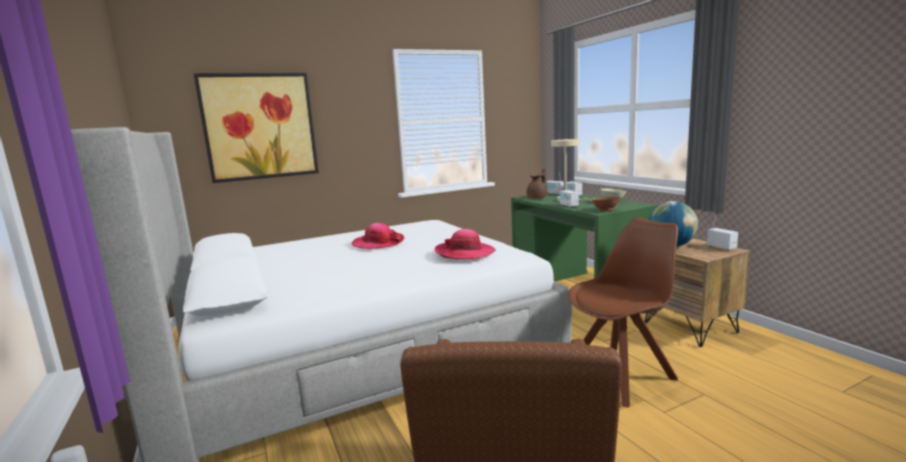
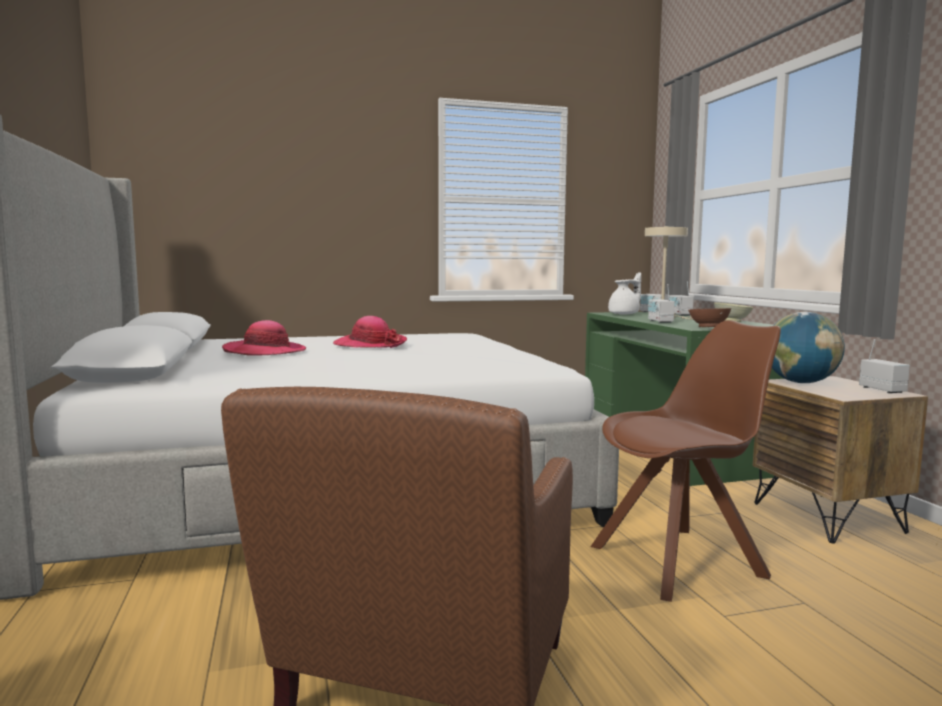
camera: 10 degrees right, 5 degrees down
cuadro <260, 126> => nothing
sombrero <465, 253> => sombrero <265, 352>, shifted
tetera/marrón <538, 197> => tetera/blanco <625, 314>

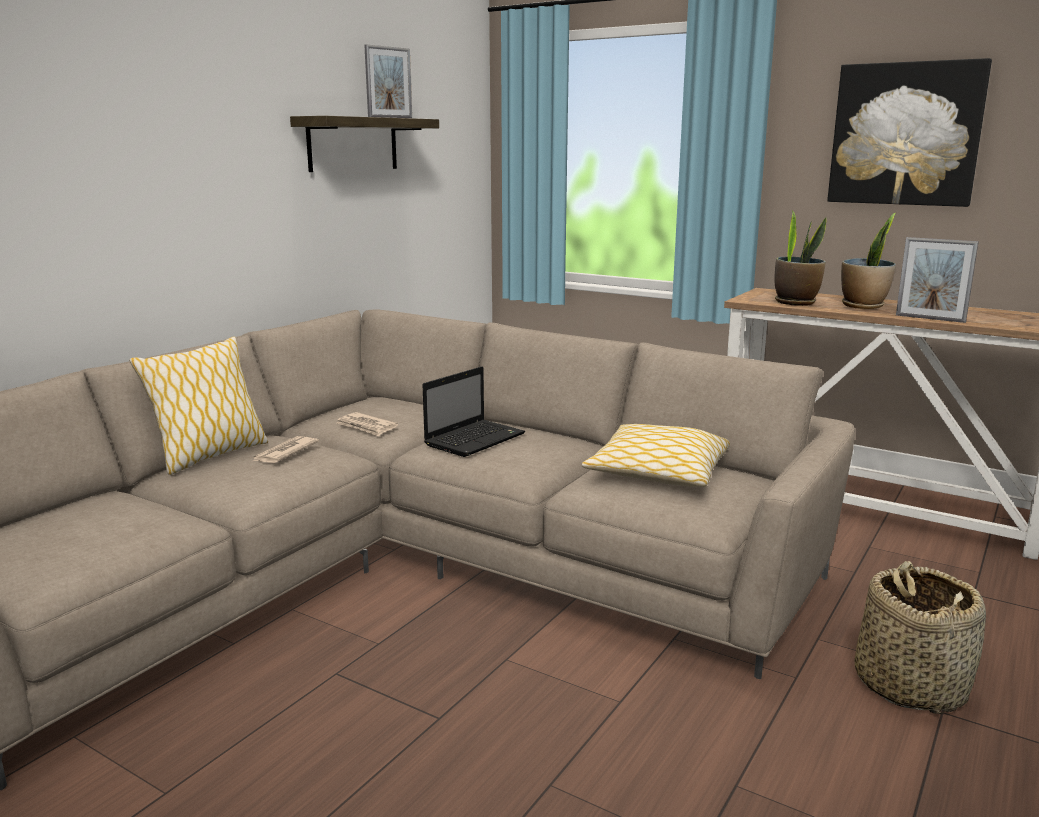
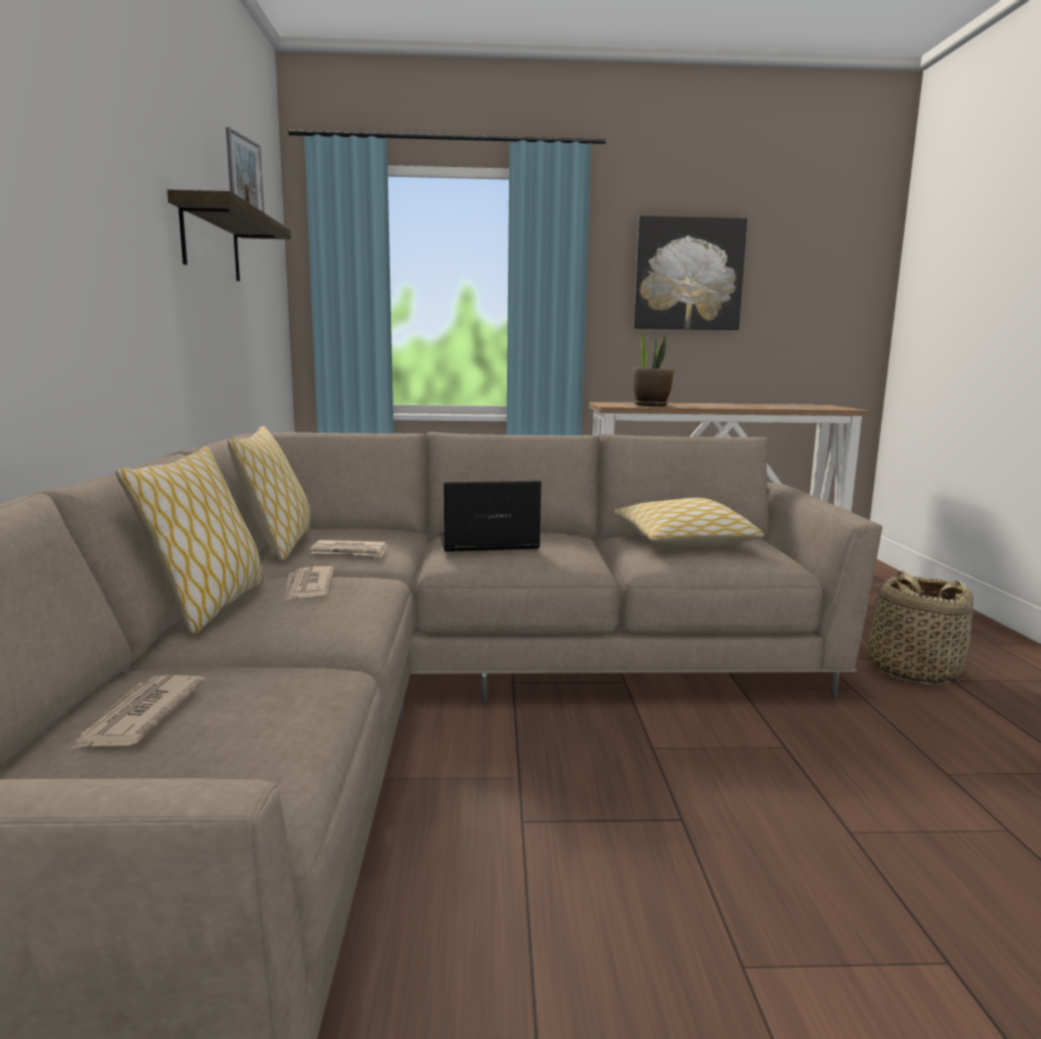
camera: 35 degrees left, 5 degrees down
portátil <476, 439> => portátil <486, 544>, 105 degrees counterclockwise
planta en maceta <863, 306> => nothing
portarretratos <930, 318> => nothing
nothing => periódico <139, 716>
nothing => cojín <278, 546>

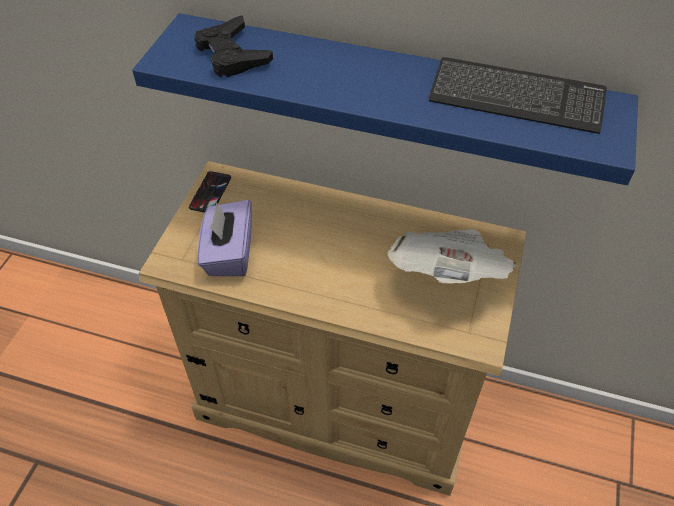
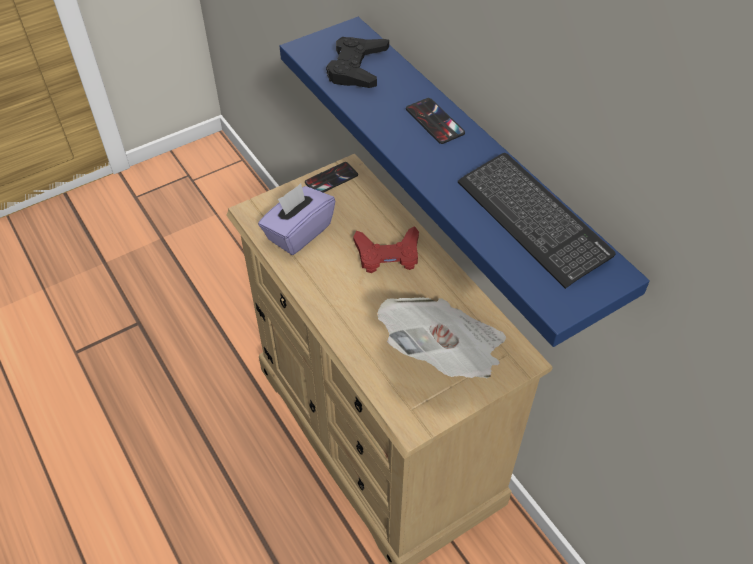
camera: 40 degrees right, 0 degrees up
nothing => mando de consola/rojo <388, 254>
nothing => móvil <434, 121>

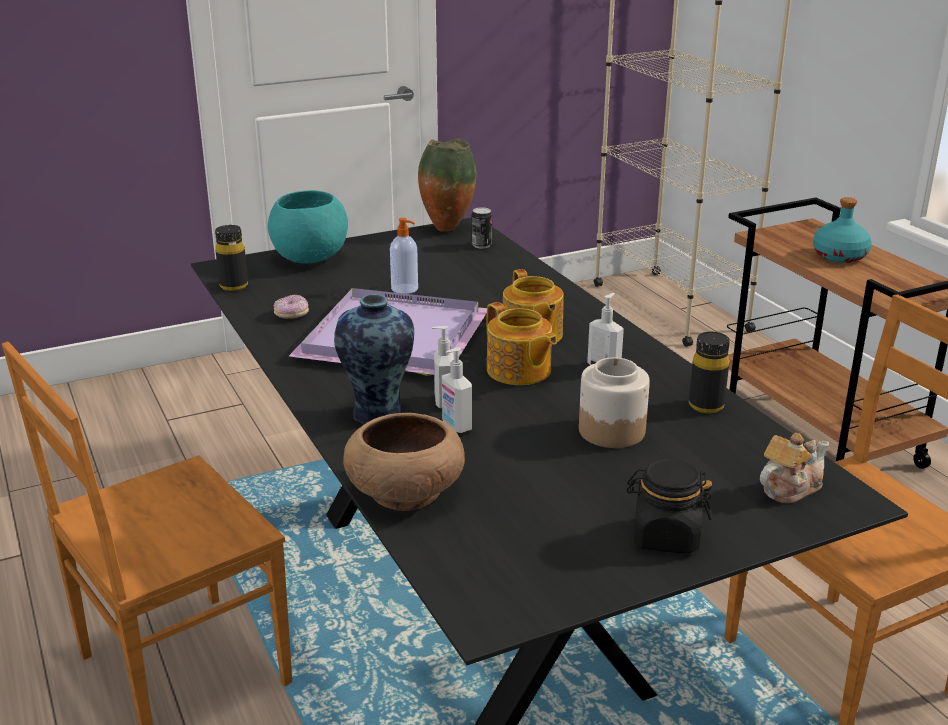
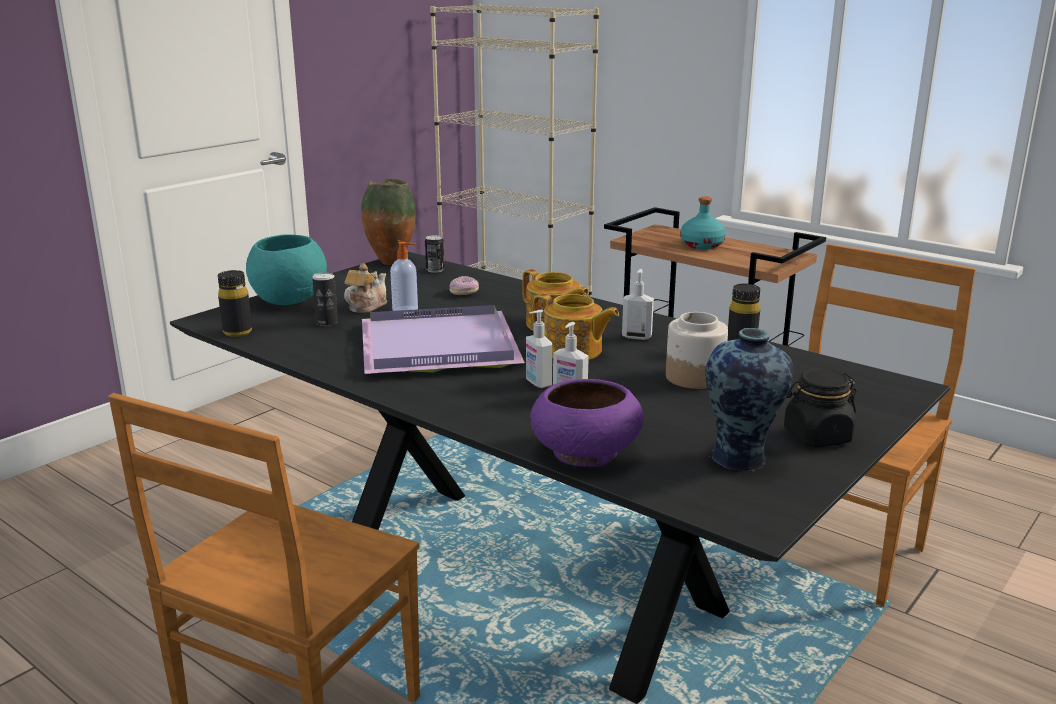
camera: 25 degrees left, 5 degrees down
rosquilla <292, 315> => rosquilla <464, 293>, shifted
florero <378, 415> => florero <741, 460>, shifted
cuenco/marrón <404, 492> => cuenco/morado <584, 453>
tetera <789, 488> => tetera <366, 306>, shifted
nothing => lata <327, 322>

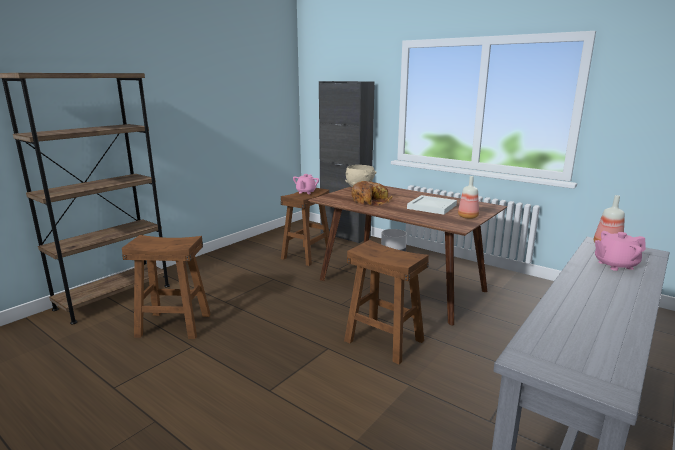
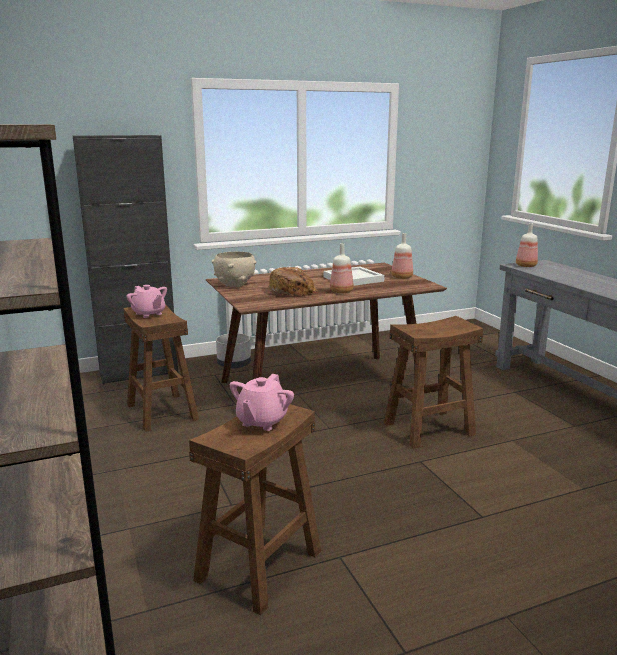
camera: 60 degrees left, 0 degrees up
tetera/rosa <615, 265> => tetera/rosa <261, 421>, shifted
nothing => botella <342, 291>

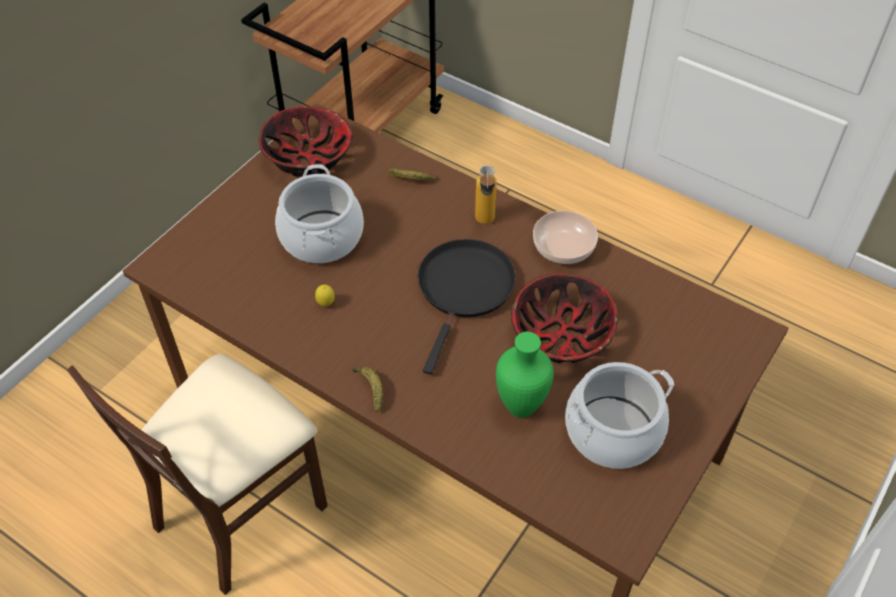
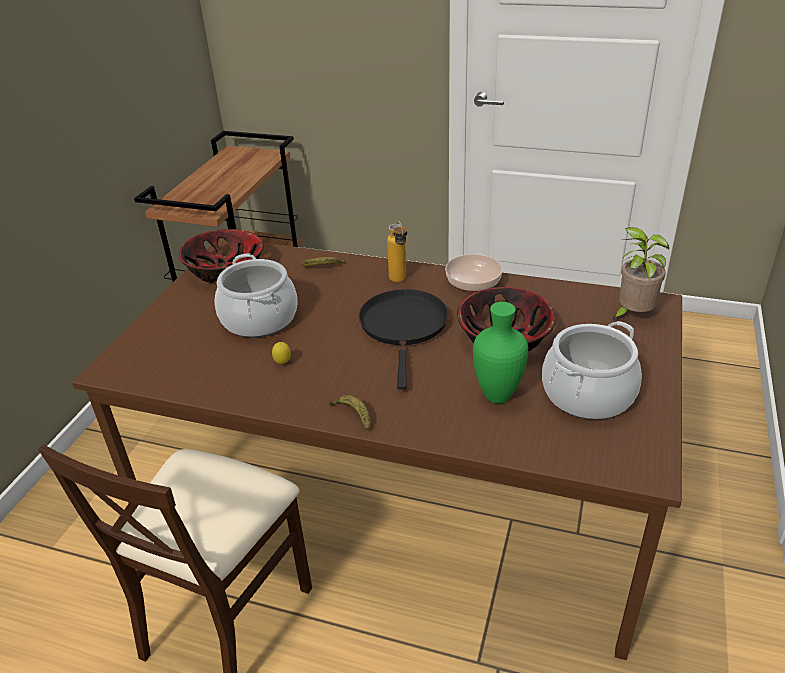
camera: 15 degrees left, 15 degrees down
nothing => planta en maceta <632, 315>

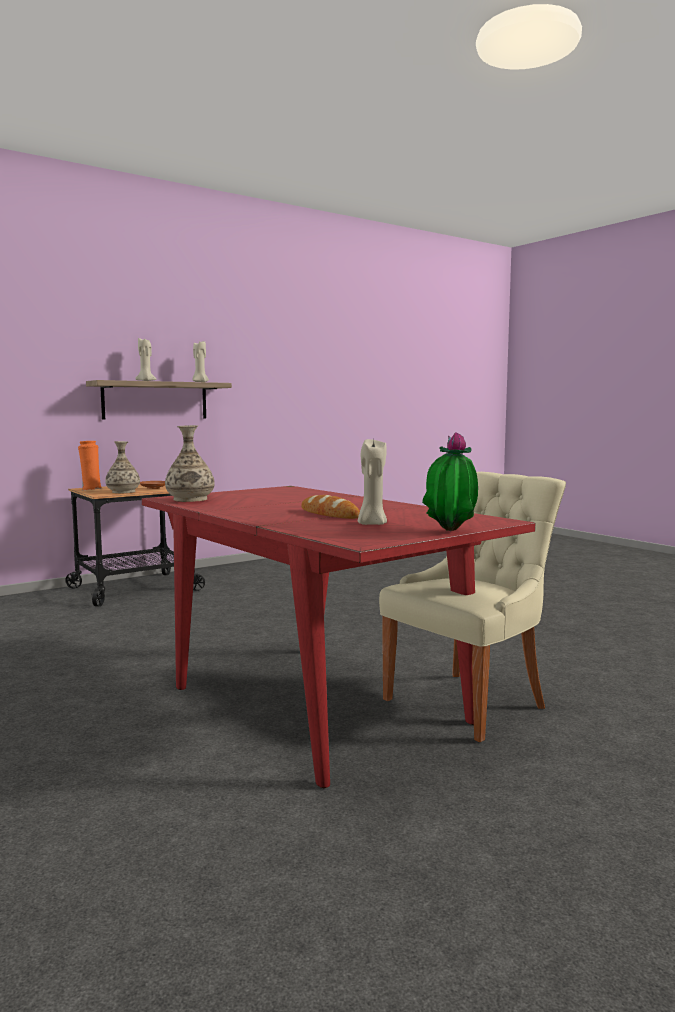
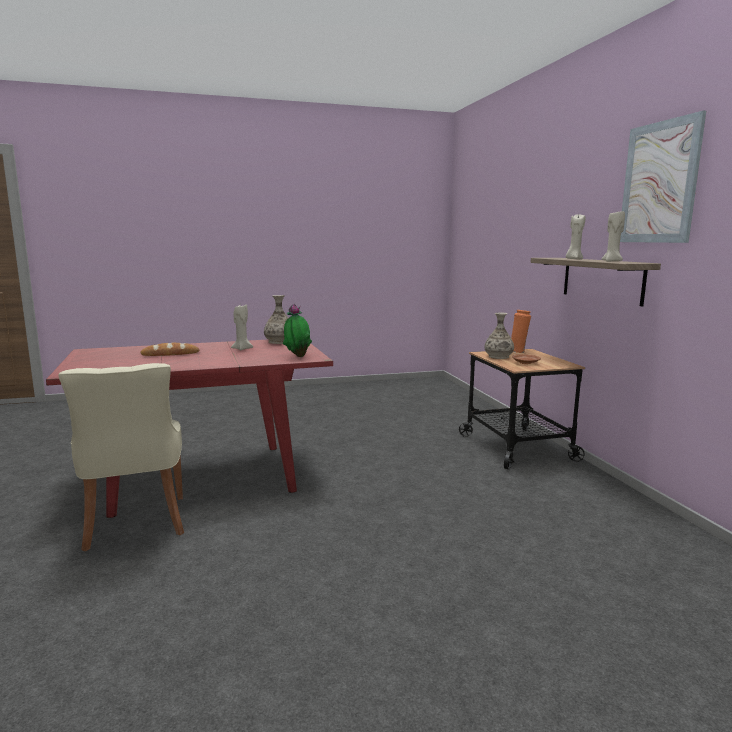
camera: 110 degrees right, 5 degrees up
vela/beis <371, 524> => vela/beis <242, 349>, shifted
planta en maceta <450, 532> => planta en maceta <297, 356>, shifted
nothing => cuadro <659, 183>

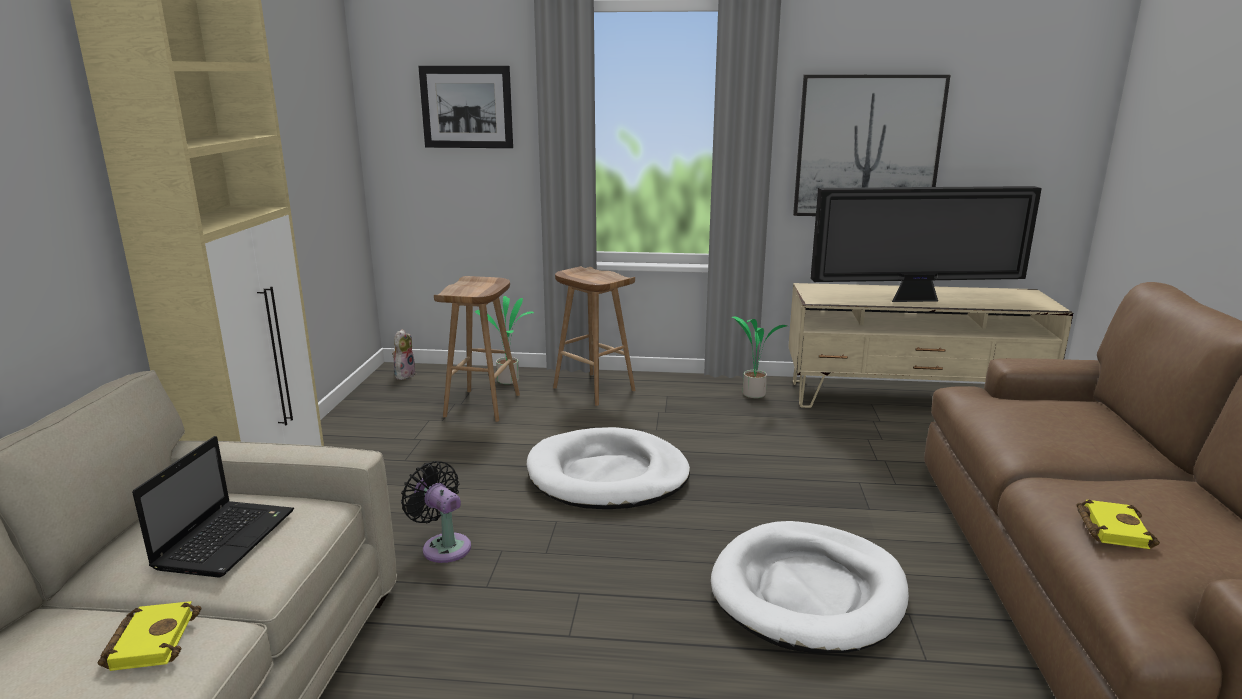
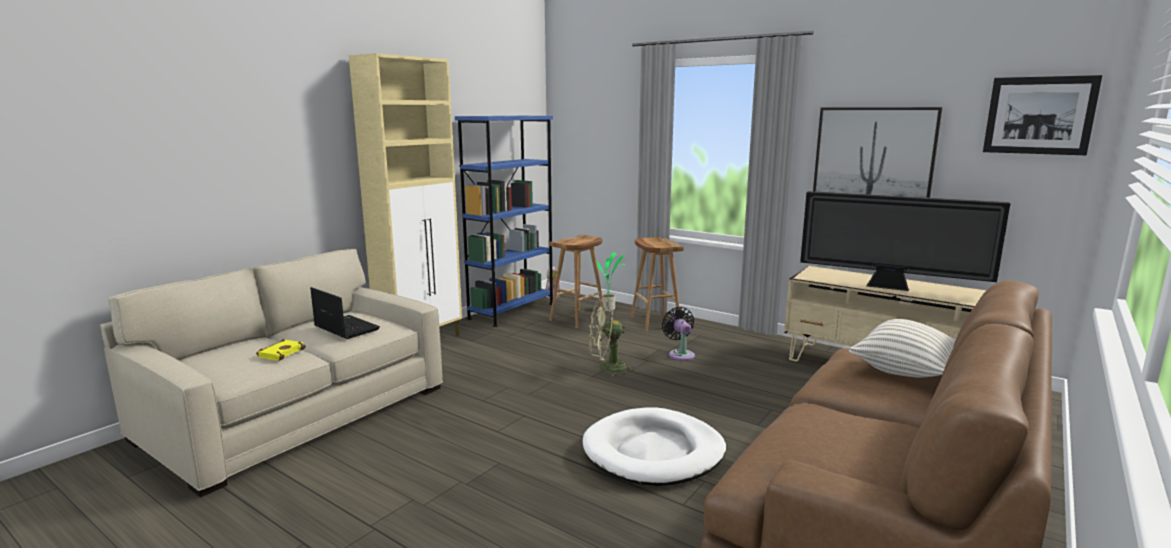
camera: 30 degrees right, 5 degrees down
portátil <227, 538> => portátil <345, 328>, 90 degrees counterclockwise
ventilador/negro <443, 546> => ventilador/negro <680, 354>, shifted
cuadro <466, 107> => cuadro <1039, 115>, shifted
cama para perro/blanco <607, 475> => ventilador/verde <607, 368>
planta en maceta <752, 394> => nothing
libro/amarillo <1110, 528> => nothing
nothing => estantería/azul <511, 311>
nothing => cojín <905, 371>

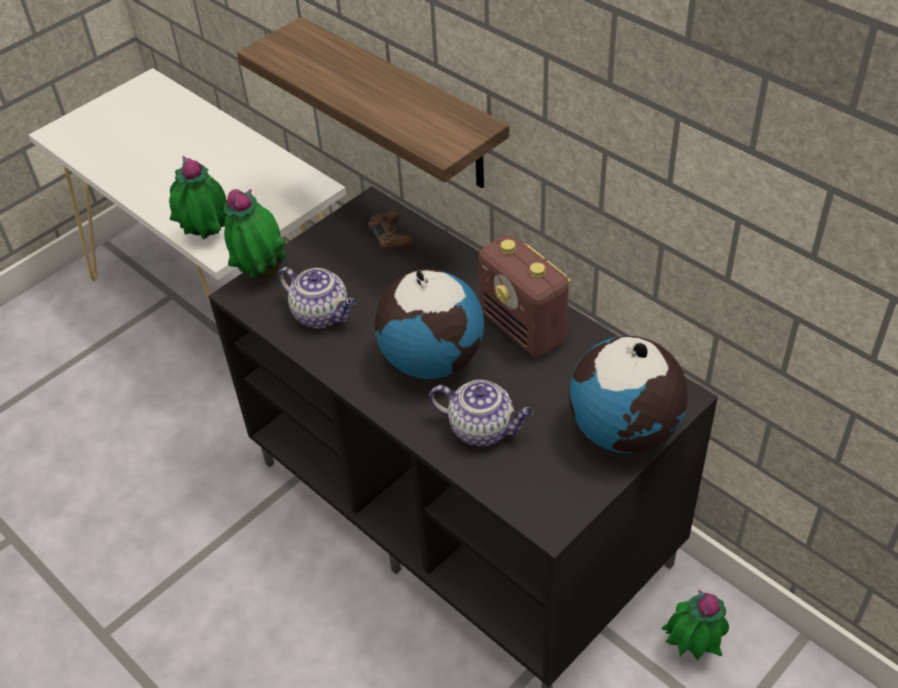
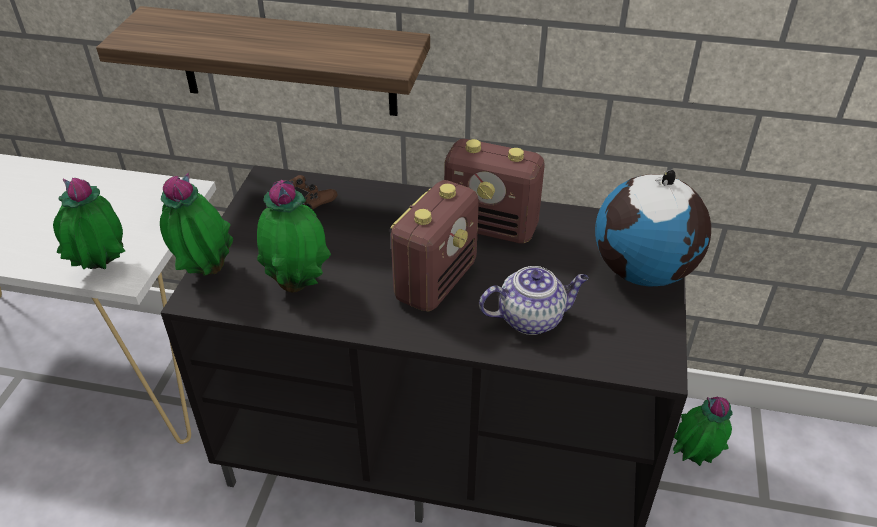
camera: 35 degrees left, 5 degrees down
tetera <322, 315> => planta en maceta <298, 284>
globo terráqueo <432, 359> => radio <436, 281>

